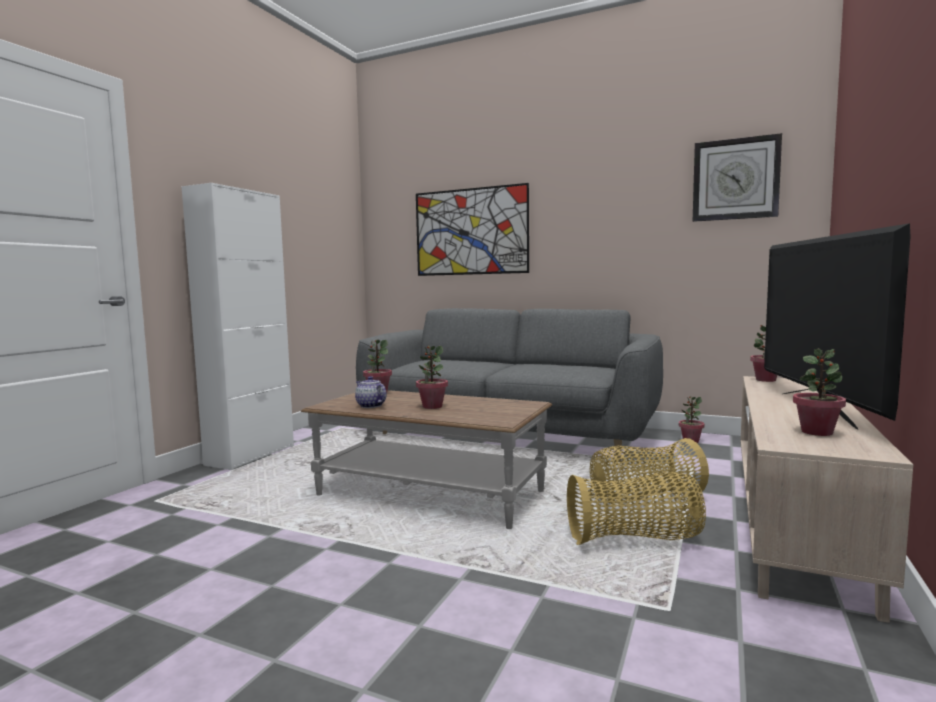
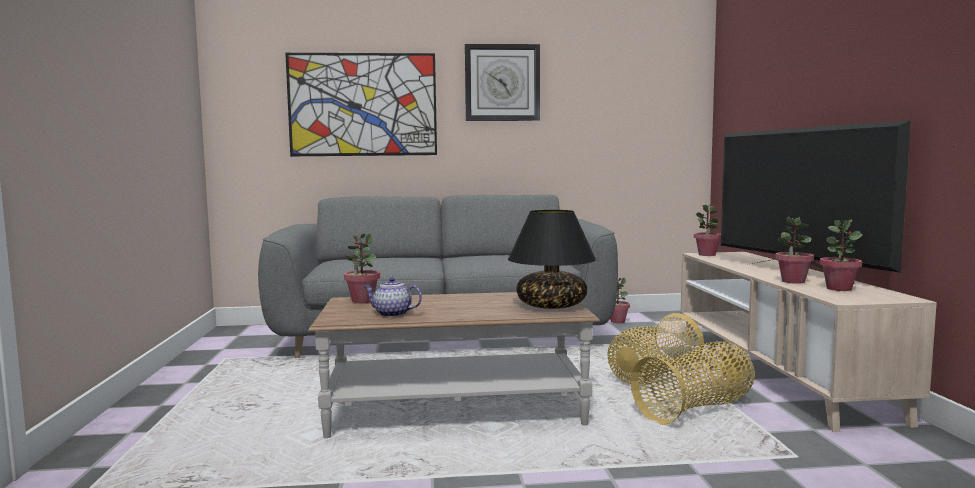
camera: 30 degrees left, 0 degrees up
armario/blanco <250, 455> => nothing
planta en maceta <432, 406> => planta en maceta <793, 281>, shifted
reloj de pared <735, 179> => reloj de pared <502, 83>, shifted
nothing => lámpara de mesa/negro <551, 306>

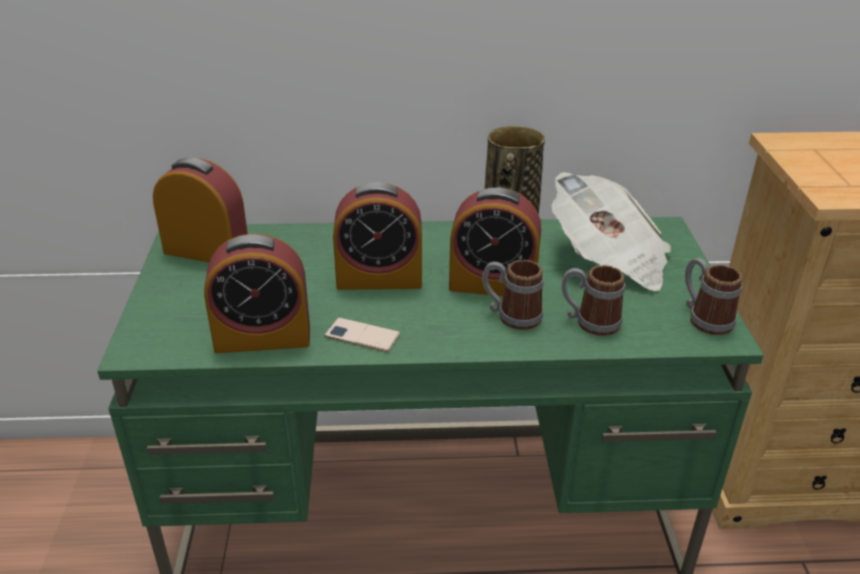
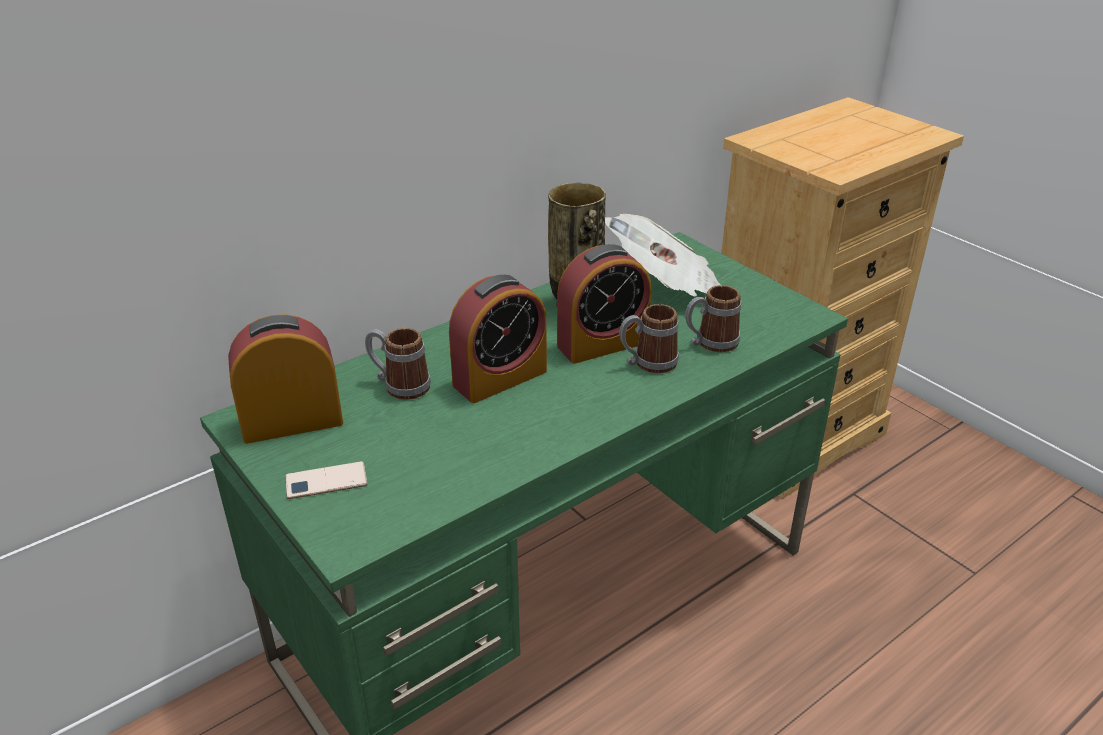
camera: 35 degrees left, 0 degrees up
despertador <263, 337> => nothing
móvil <362, 335> => móvil <326, 481>, shifted
taza grande <704, 318> => taza grande <399, 385>, shifted

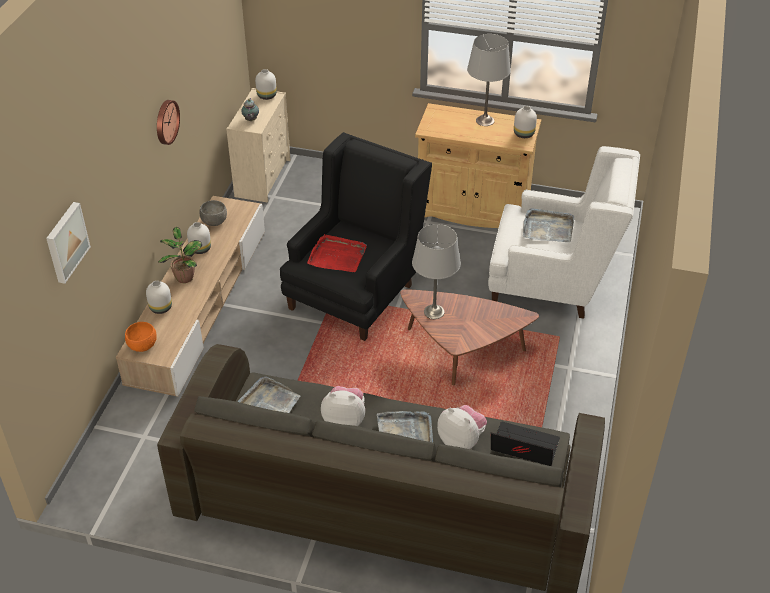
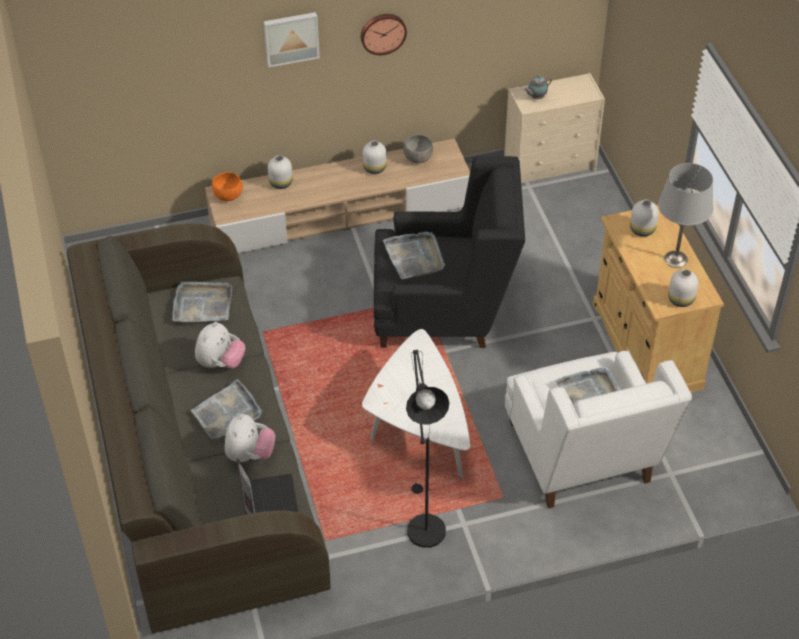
camera: 60 degrees right, 5 degrees up
cuadro <65, 242> => cuadro <291, 38>, shifted
planta en maceta <184, 277> => nothing
florero/blanco <266, 96> => florero/blanco <641, 229>, shifted
bandeja/rojo <337, 256> => bandeja/gris <415, 257>
peluche <344, 420> => peluche <220, 363>, 45 degrees clockwise
mesa de centro/marrón <462, 354> => mesa de centro/blanco <418, 428>
lámpara de mesa/gris <433, 312> => nothing
nothing => lámpara de pie/negro <423, 524>

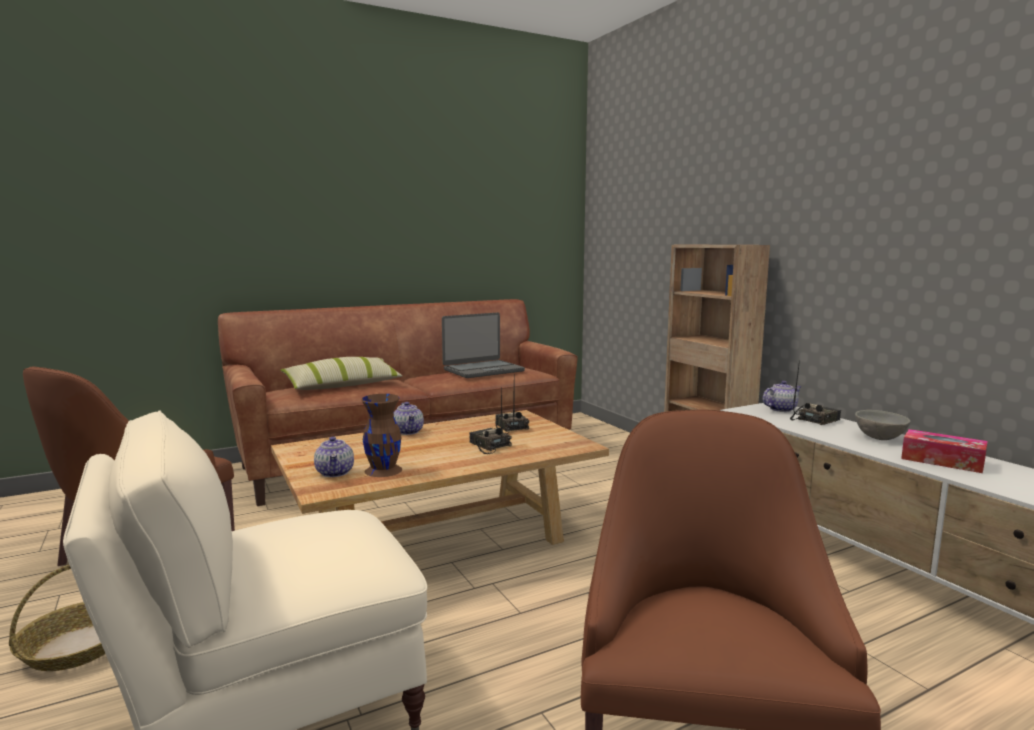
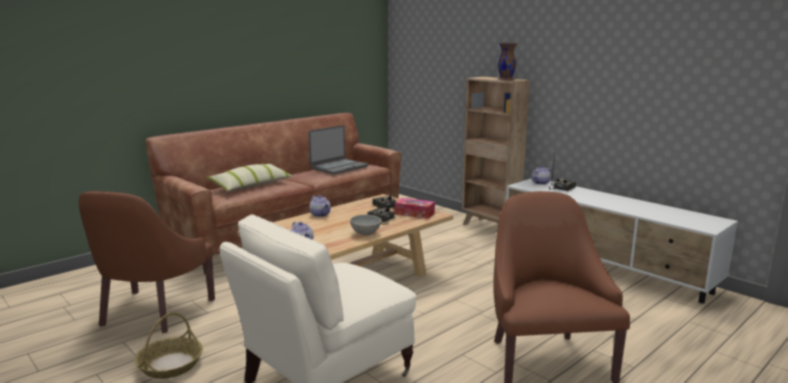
camera: 15 degrees left, 5 degrees up
florero/marrón <383, 470> => florero/marrón <506, 79>, shifted
cuenco/gris <880, 438> => cuenco/gris <366, 233>, shifted
caja de pañuelos <942, 461> => caja de pañuelos <414, 213>, shifted

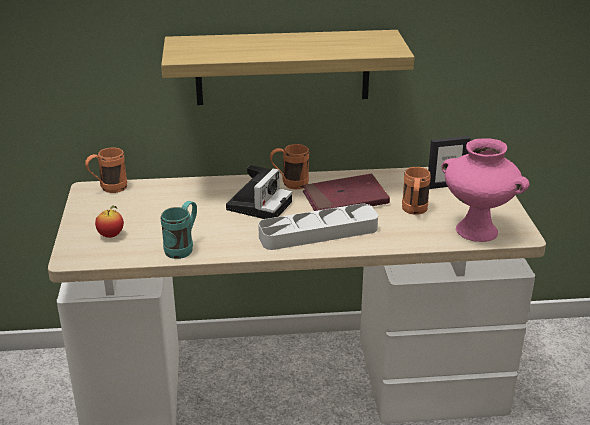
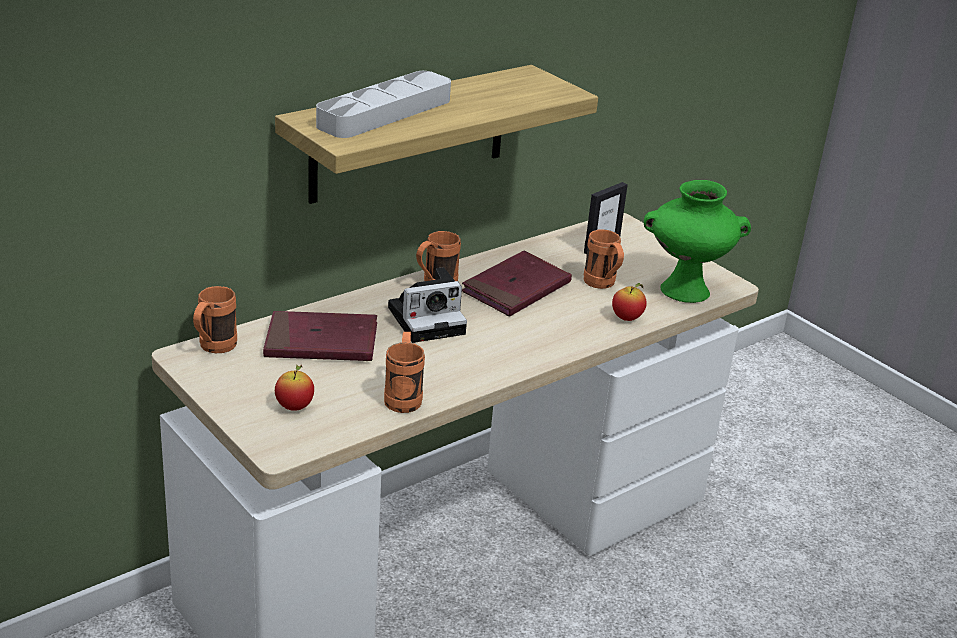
camera: 35 degrees left, 0 degrees up
taza grande/turquesa <183, 248> => taza grande/naranja <403, 396>
cámara <259, 204> => cámara <429, 319>, 75 degrees clockwise
bandeja/gris <318, 232> => bandeja/gris <385, 113>, shifted
florero/rosa <475, 231> => florero/verde <683, 291>
nothing => libro/rojo <321, 342>
nothing => manzana <627, 318>

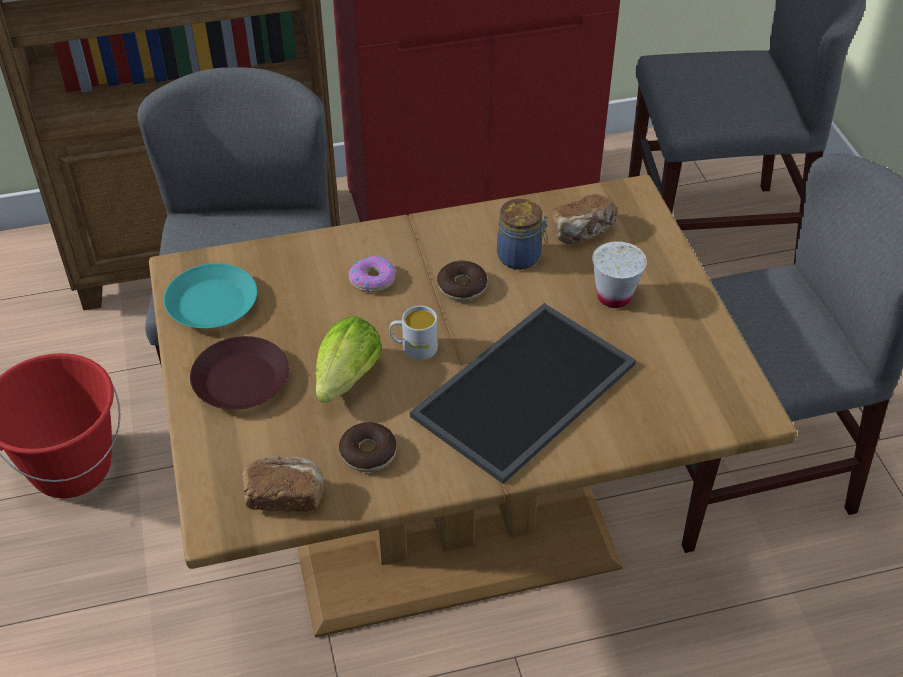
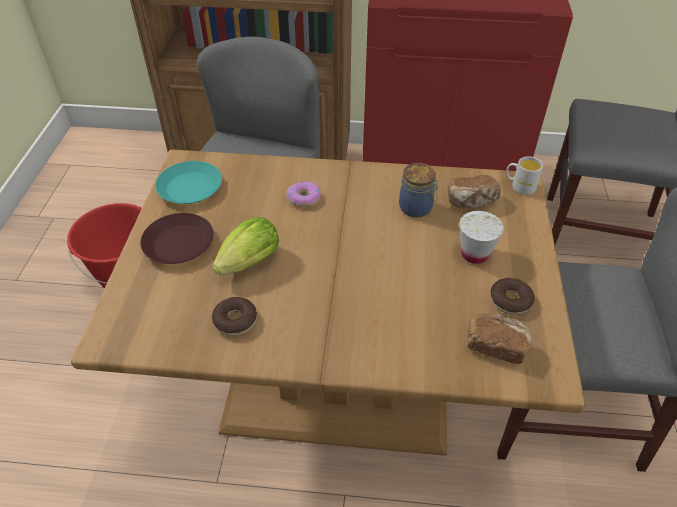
camera: 20 degrees right, 0 degrees up
pan <284, 495> => pan <495, 345>, shifted
taza grande/blanco <413, 348> => taza grande/blanco <519, 186>, shifted
bandeja <526, 393> => nothing
rosquilla <462, 287> => rosquilla <510, 300>, shifted

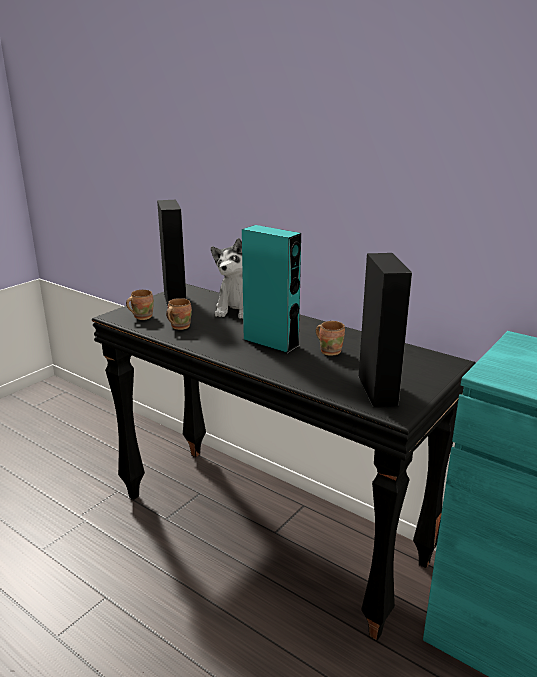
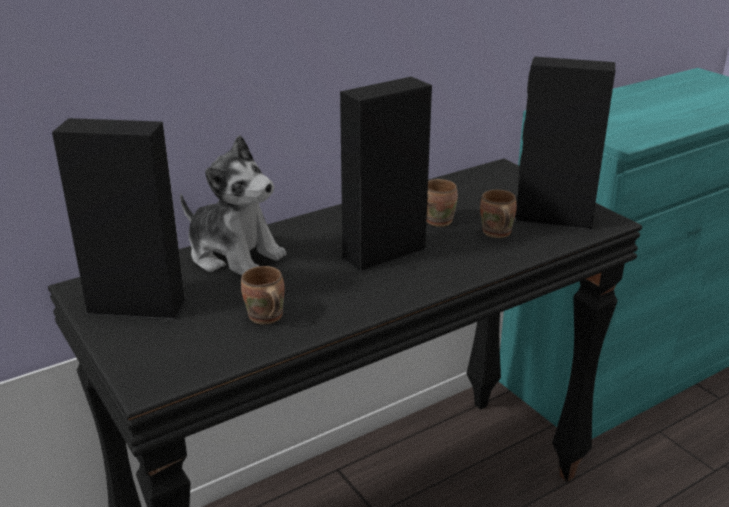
camera: 70 degrees left, 5 degrees up
taza grande/marrón <141, 317> => taza grande/marrón <495, 233>, shifted
altavoz/turquesa <271, 342> => altavoz/negro <384, 253>

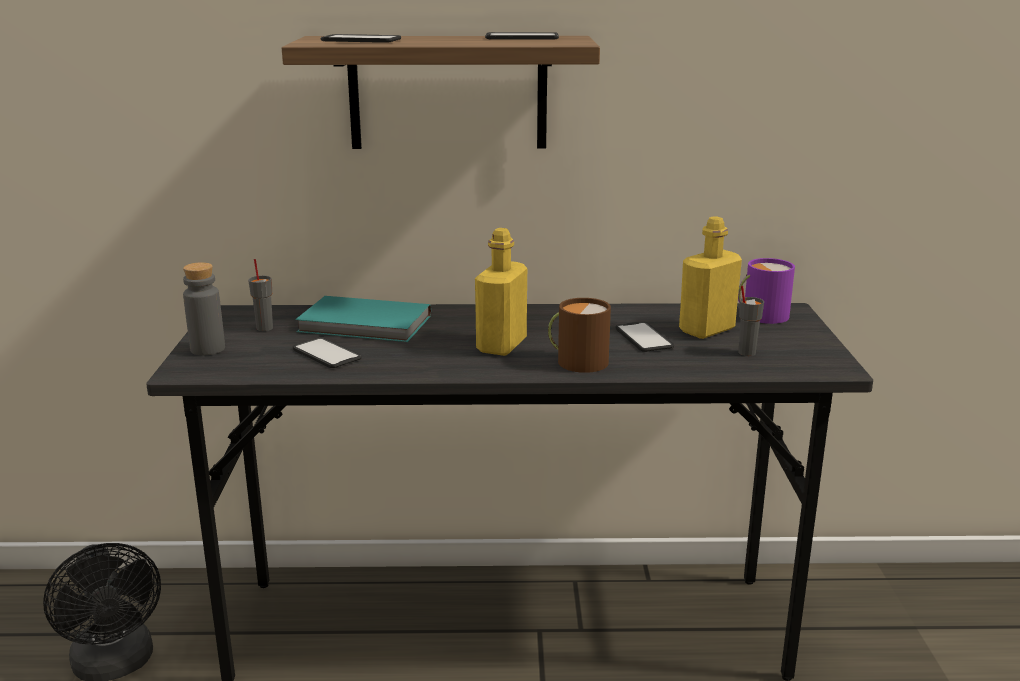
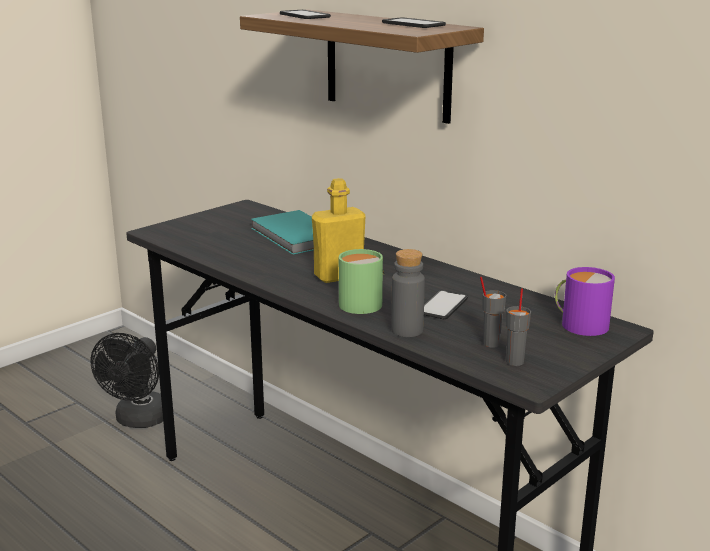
camera: 45 degrees right, 0 degrees up
botella/gris <207, 349> => botella/gris <407, 330>, shifted
taza/gris <265, 328> => taza/gris <515, 361>, shifted
móvil <326, 354> => nothing
taza grande/marrón <577, 361> => taza grande/verde <359, 302>
botella/amarillo <706, 330> => nothing

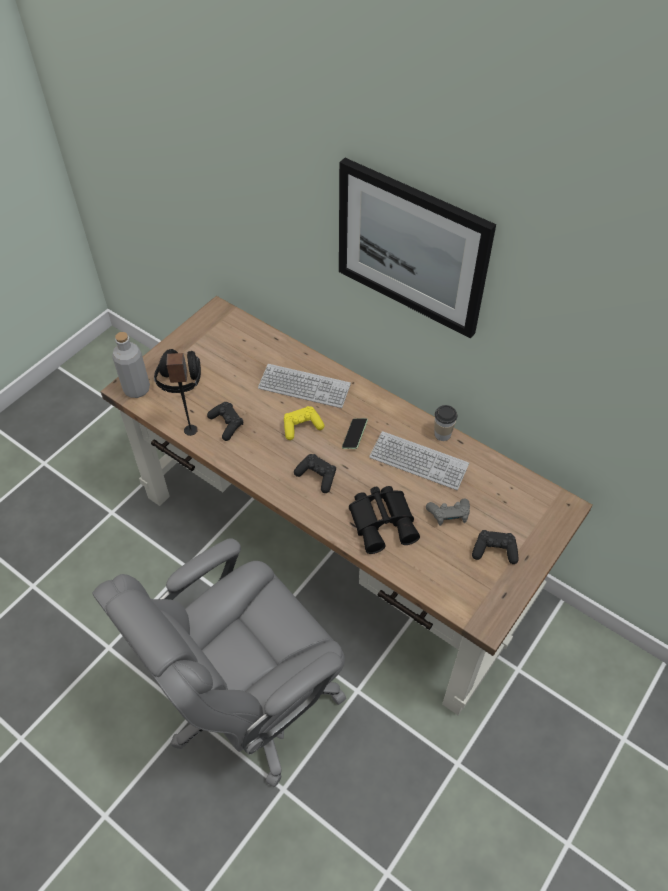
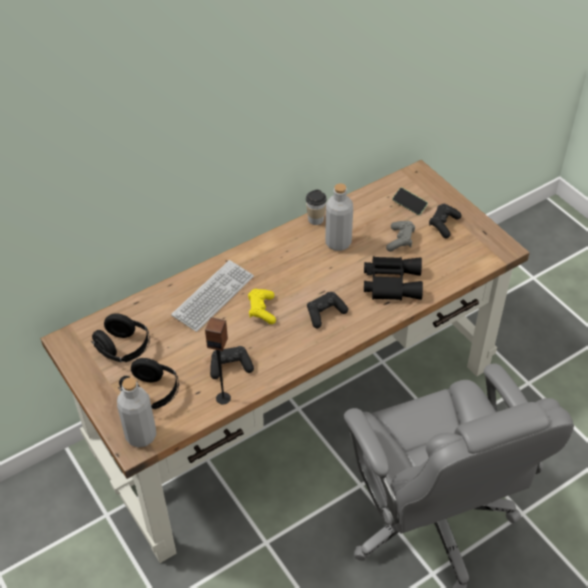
camera: 70 degrees left, 5 degrees down
cuadro <412, 248> => nothing
móvil <354, 436> => móvil <409, 205>, shifted
teclado <418, 461> => botella/gris <338, 243>
nothing => auriculares/negro <124, 349>

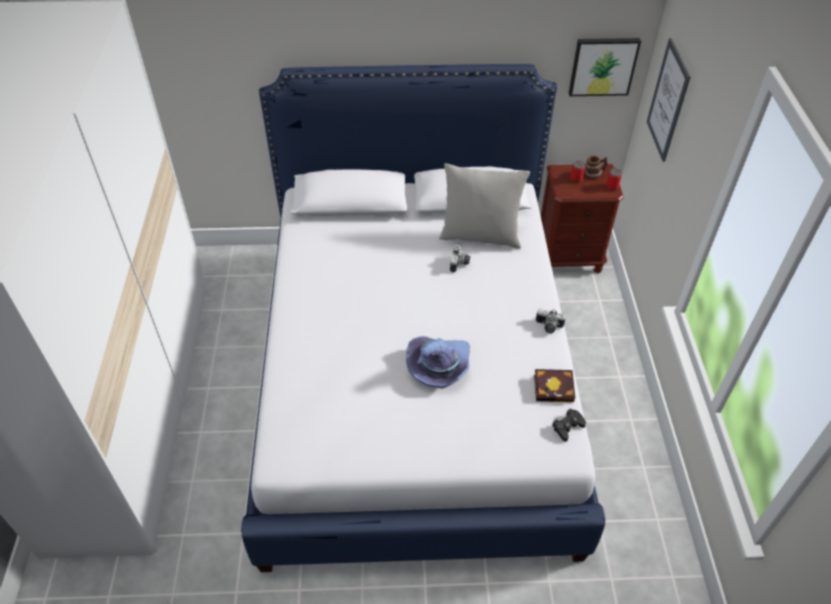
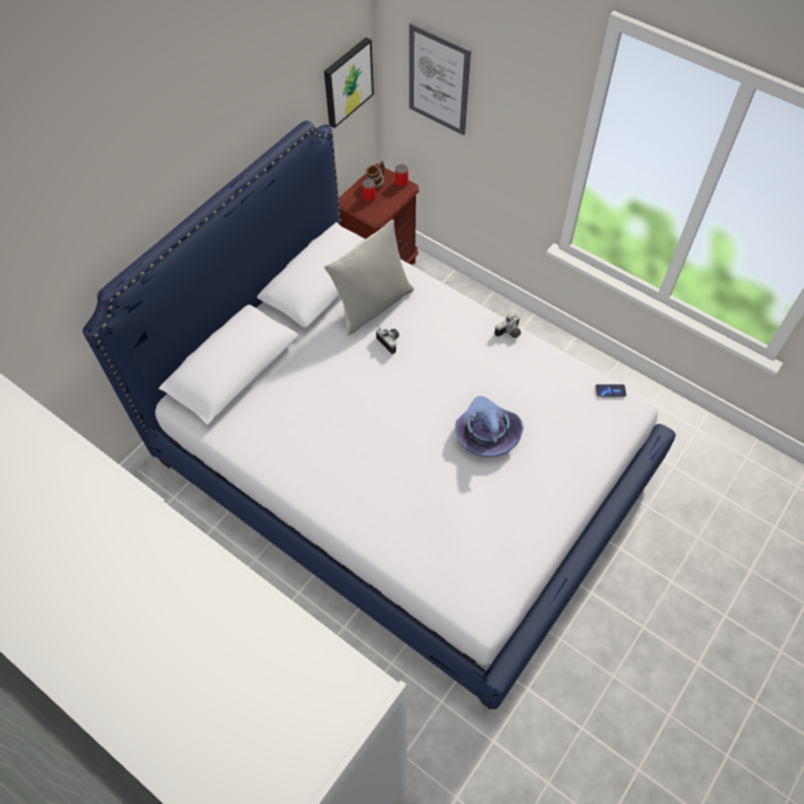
camera: 50 degrees left, 10 degrees up
libro <555, 388> => nothing
mando de consola/negro <567, 427> => móvil <610, 391>

